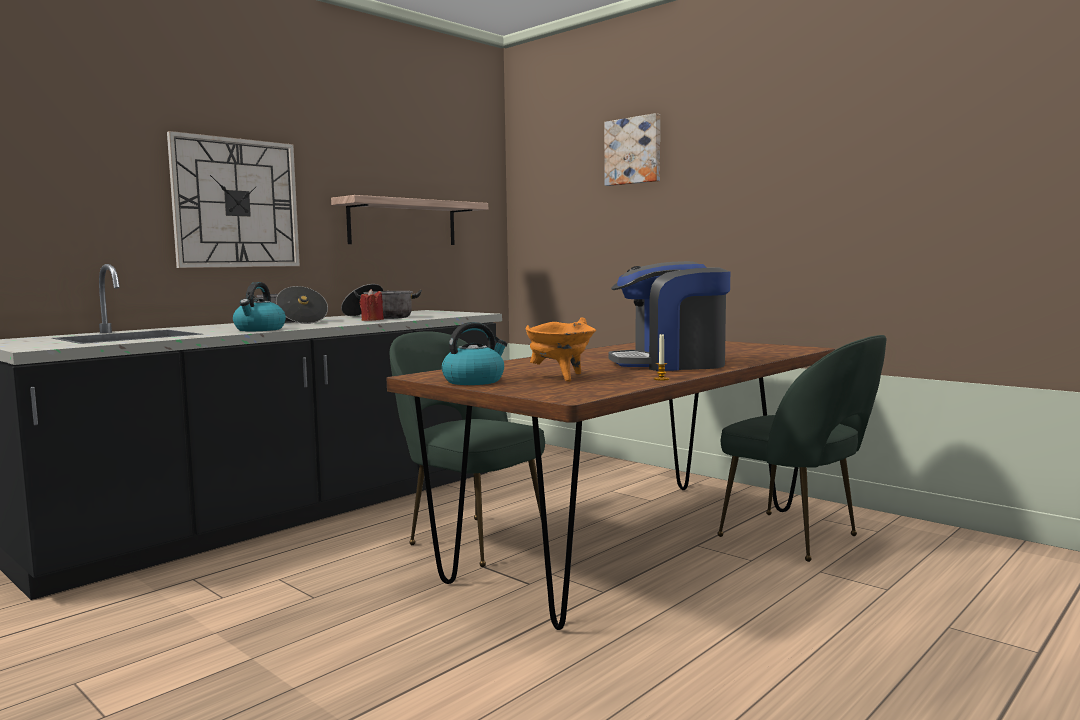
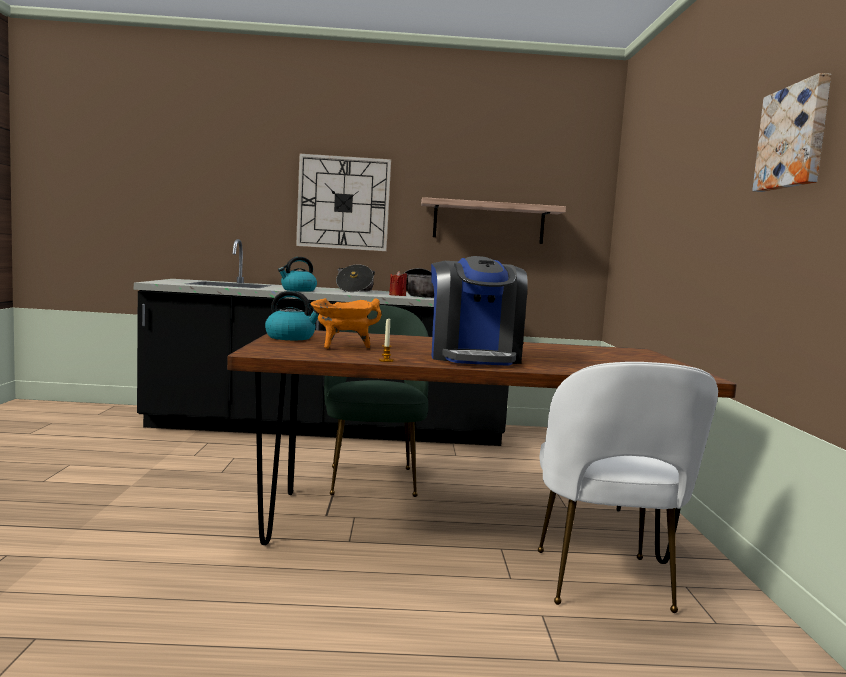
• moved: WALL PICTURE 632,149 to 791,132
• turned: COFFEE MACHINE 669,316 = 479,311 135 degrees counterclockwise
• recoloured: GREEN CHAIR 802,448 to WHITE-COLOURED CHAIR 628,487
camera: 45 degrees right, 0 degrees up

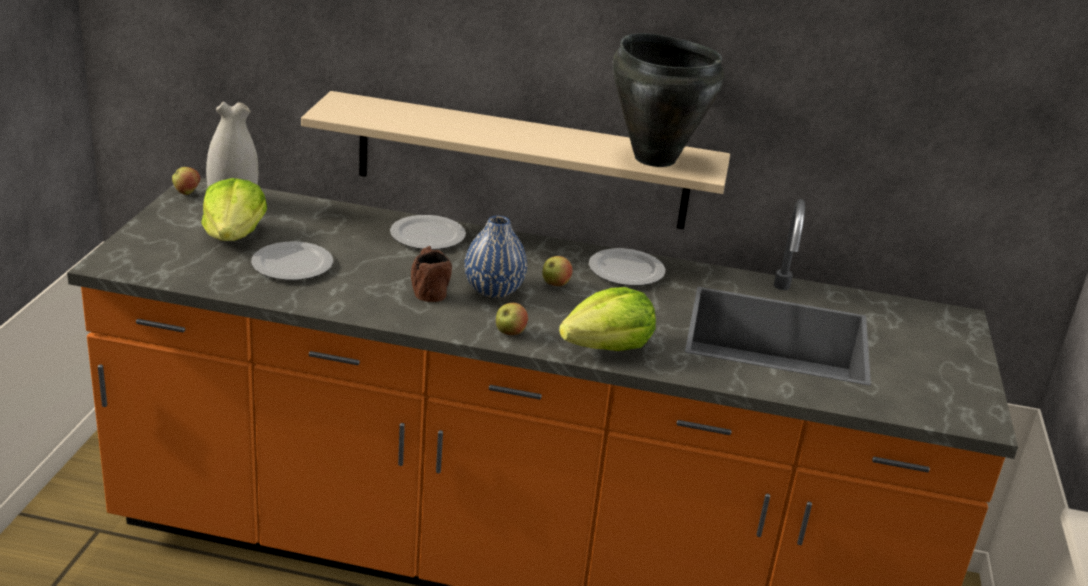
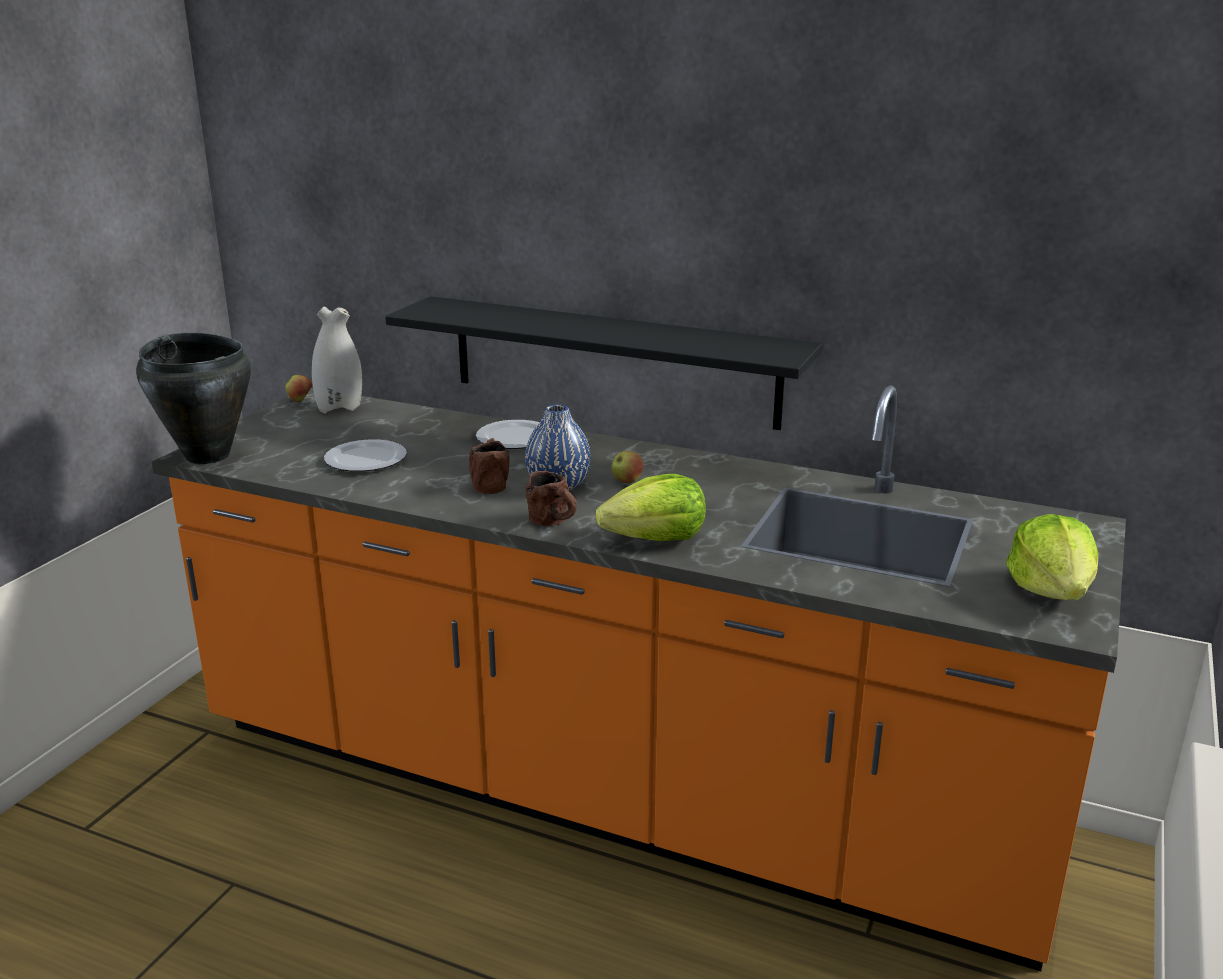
• moved: BLACKISH STOCKPOT 669,100 to 193,398
• recoloured: SAND-COLOURED WALL SHELF 515,160 to BLACKISH WALL SHELF 604,363
• moved: HEAD OF LETTUCE 234,209 to 1052,557
• removed: DINNER PLATE 627,267
• replaced: APPLE FRUIT 512,319 to BROWNISH TEA MUG 551,498
camera: 15 degrees right, 5 degrees down

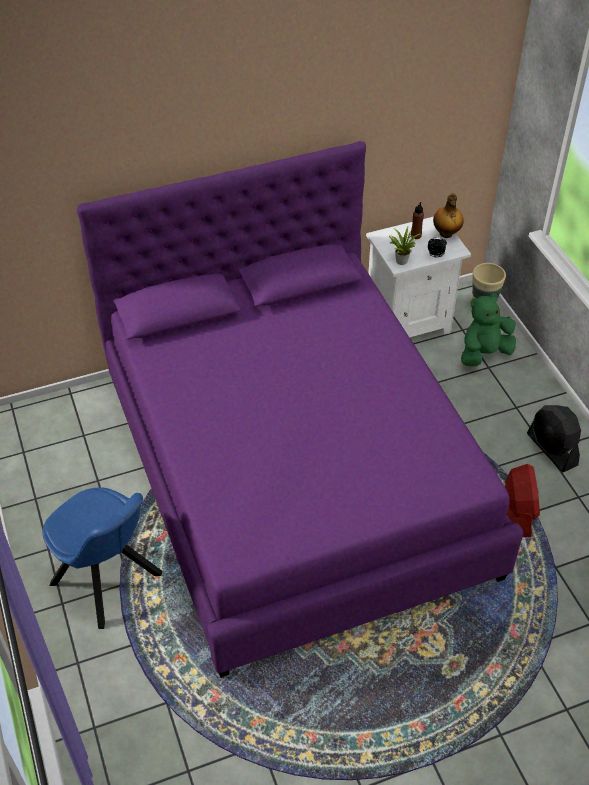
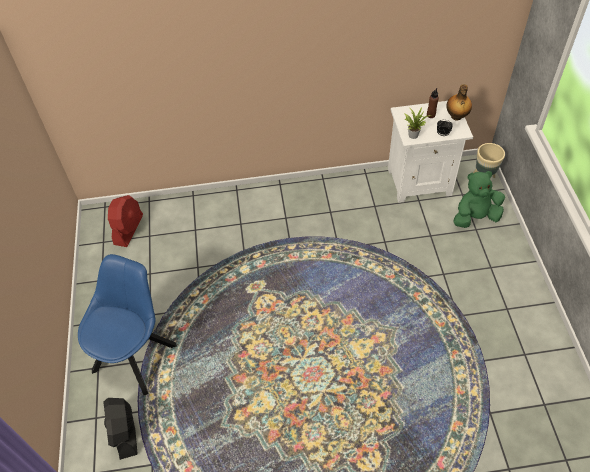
• removed: PURPLE BED 300,409
• moved: BLACKISH ELECTRIC FAN 554,438 to 120,429
• moved: RED-COLOURED ELECTRIC FAN 522,500 to 125,221
• turned: BLUISH CHAIR 102,558 = 127,324 120 degrees counterclockwise
camera: 15 degrees right, 5 degrees up

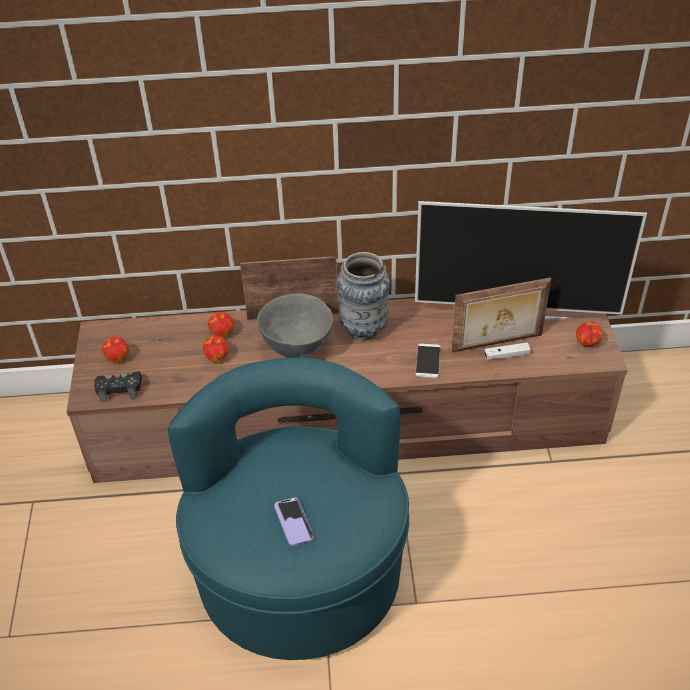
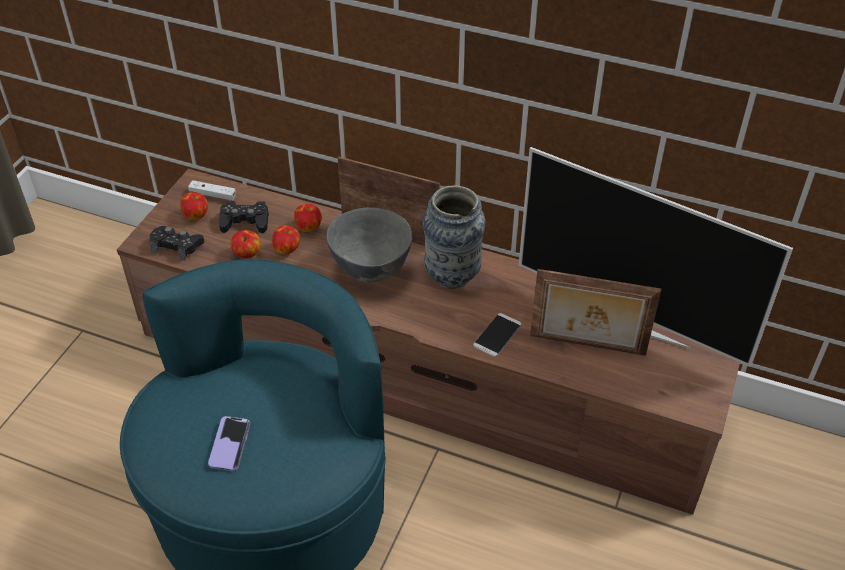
• moved: APPLE FRUIT 589,334 to 246,244
• moved: WHITE-COLOURED JOYPAD 507,351 to 212,190
• added: BLACKISH JOYPAD 244,217
camera: 25 degrees right, 0 degrees up

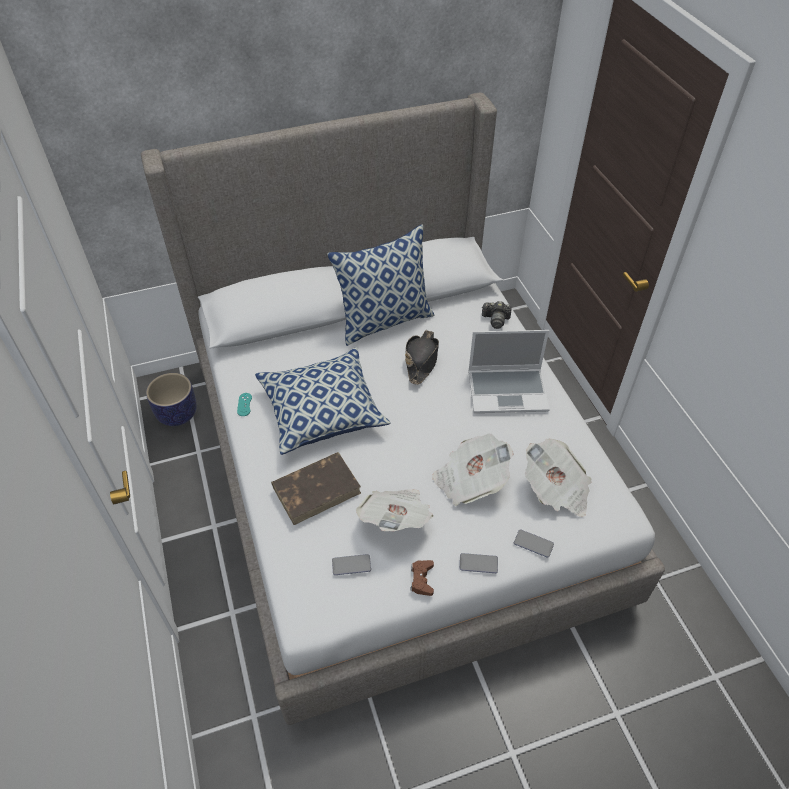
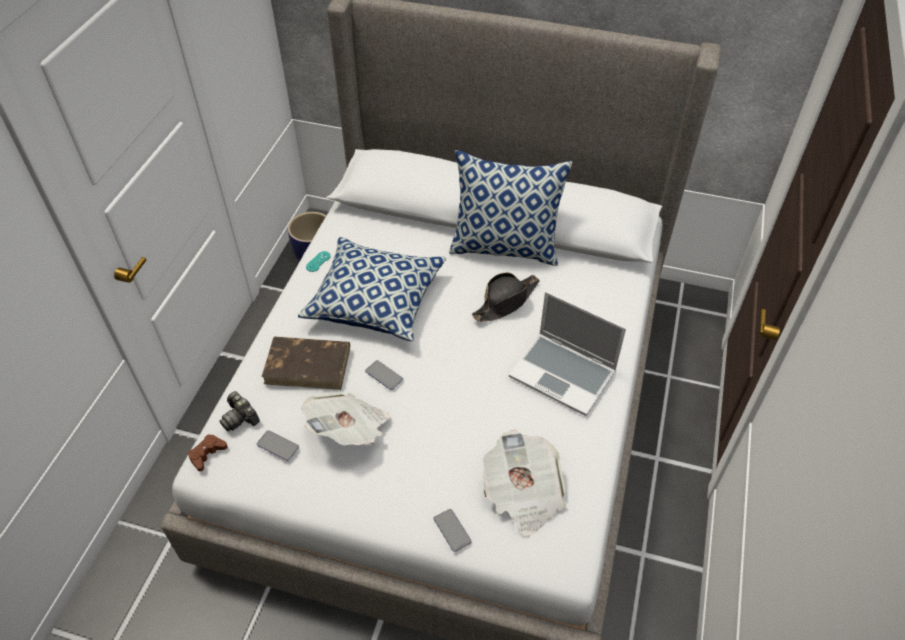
• moved: STILL CAMERA 497,315 to 239,411
• removed: PRINTED PAPER 473,469
• moved: PHONE 479,563 to 384,375
• moved: BROWNISH JOYPAD 422,578 to 208,452
camera: 35 degrees right, 0 degrees up

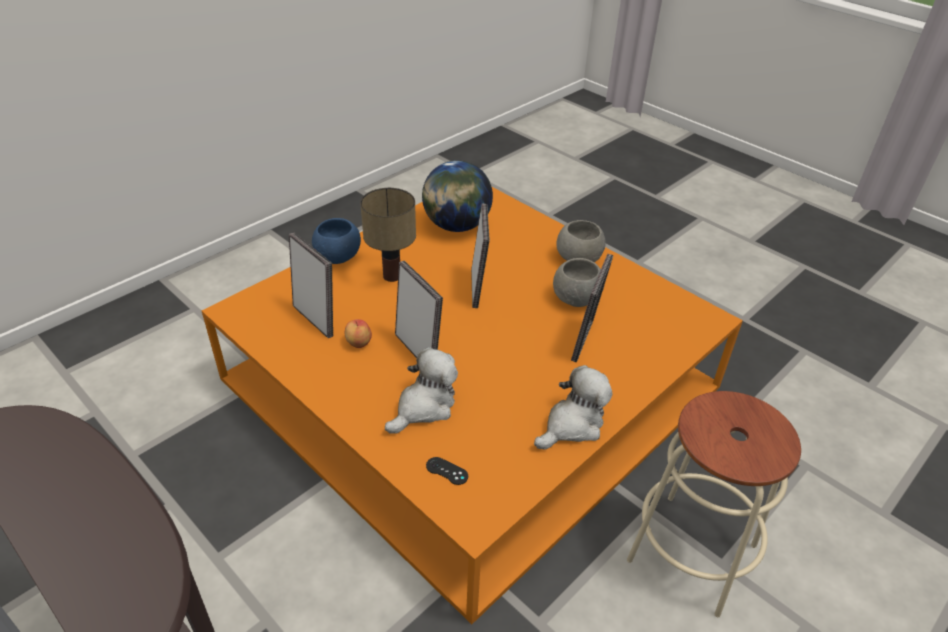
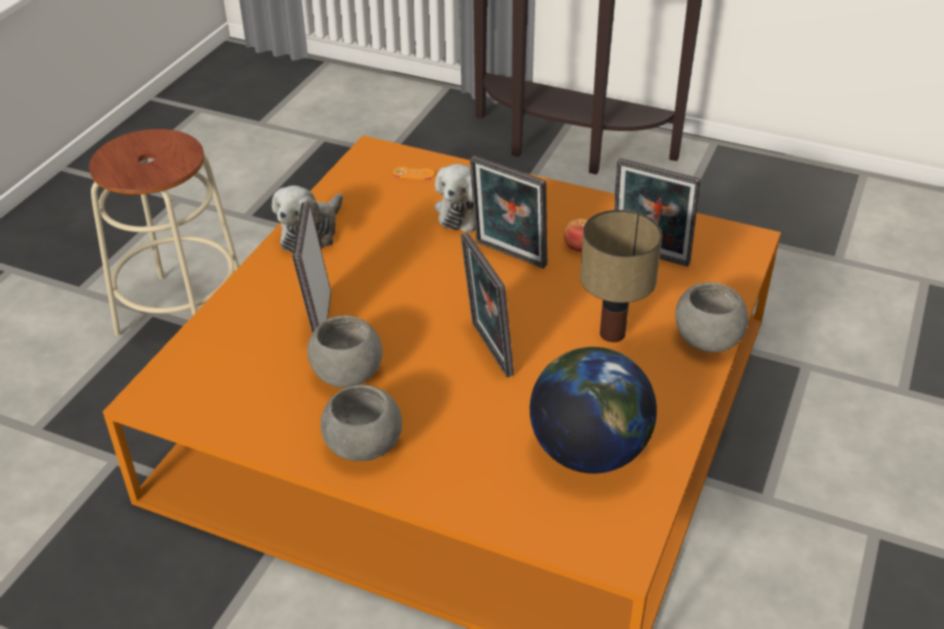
• recoloured: BLUISH DEEP DISH 336,241 to GREYISH DEEP DISH 712,317
• recoloured: BLACKISH JOYPAD 447,471 to ORANGE JOYPAD 414,173
camera: 160 degrees right, 0 degrees up

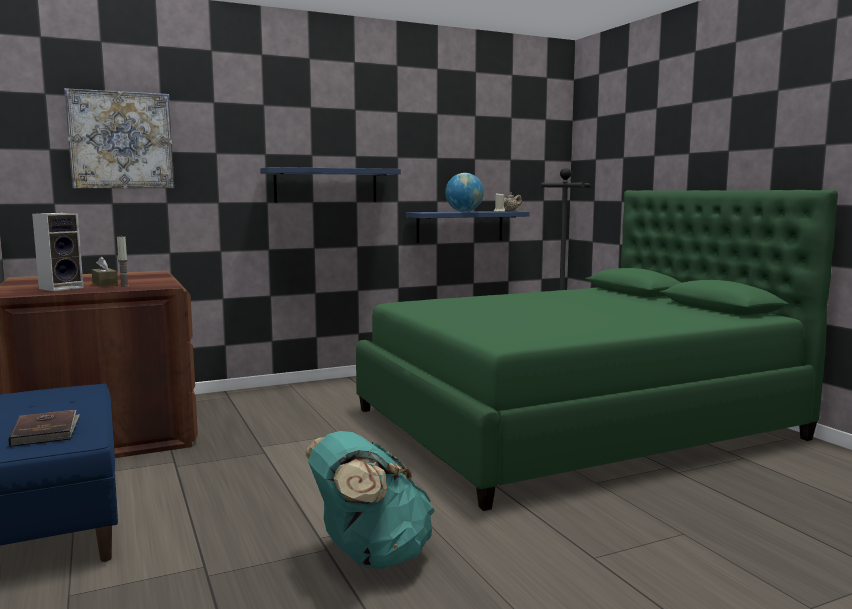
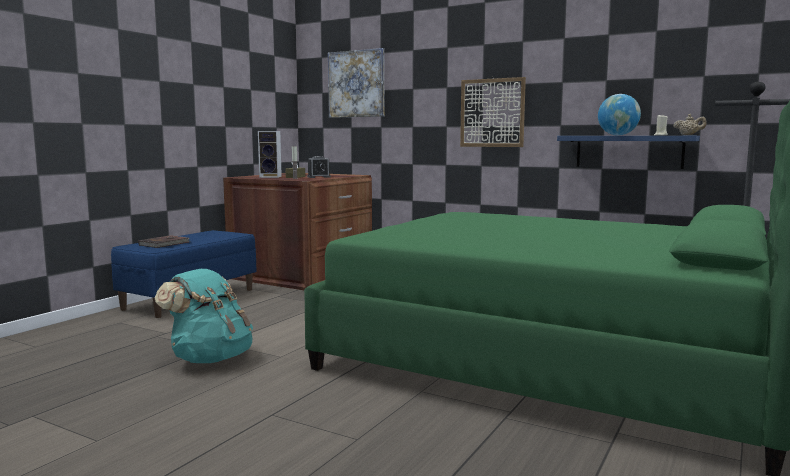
• replaced: BLUISH WALL SHELF 330,185 to WALL PICTURE 493,111
• added: ALARM CLOCK 319,167
camera: 55 degrees right, 0 degrees up

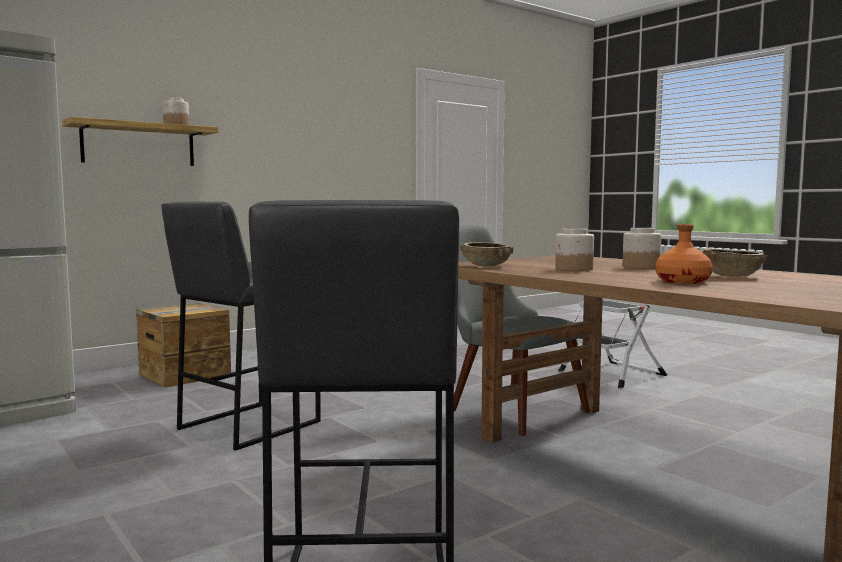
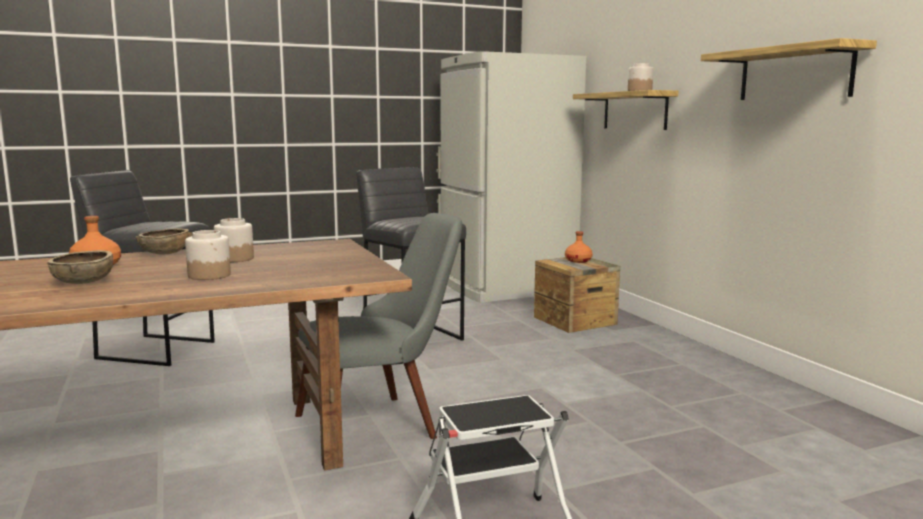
• moved: BROWNISH DEEP DISH 486,254 to 164,242
• added: WALL SHELF 789,69
• added: ORANGE BEVERAGE BOTTLE 579,247
camera: 105 degrees right, 5 degrees up

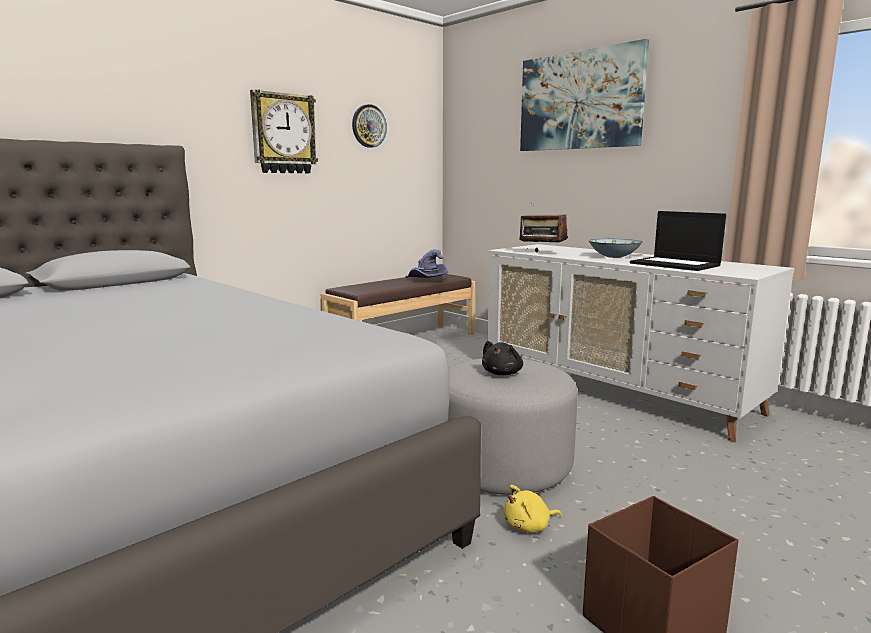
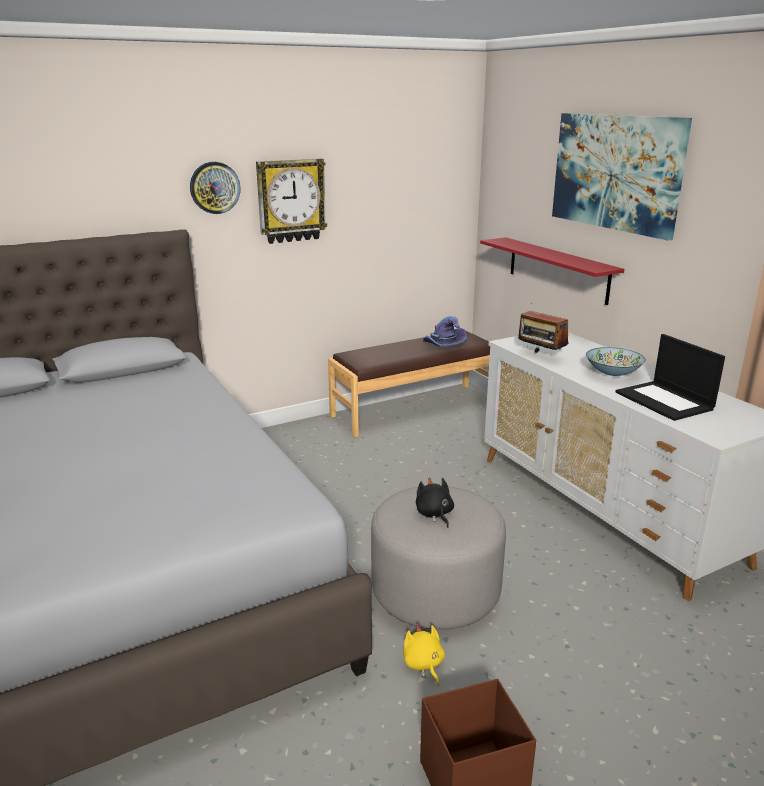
• moved: WALL CLOCK 369,126 to 215,188
• turned: BLACKISH PLUSH TOY 502,358 = 435,503 120 degrees clockwise
• turned: YELLOW-COLOURED PLUSH TOY 533,509 = 424,655 75 degrees clockwise
• added: RED-COLOURED WALL SHELF 552,271
camera: 15 degrees right, 10 degrees up

